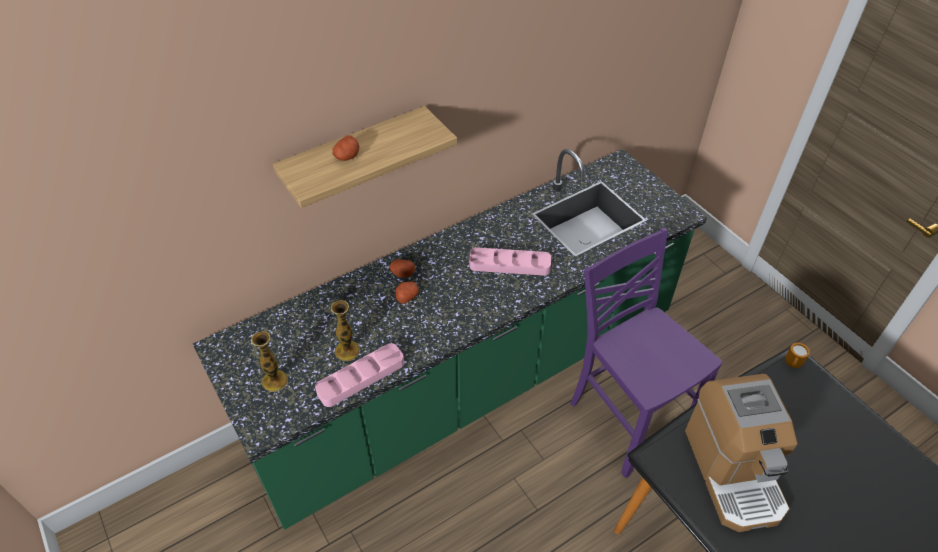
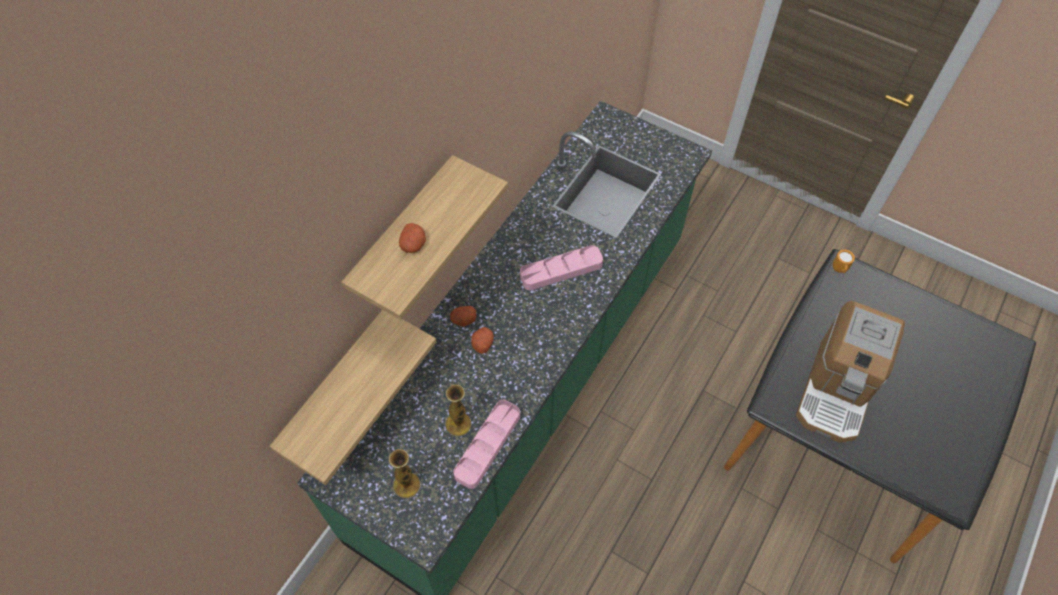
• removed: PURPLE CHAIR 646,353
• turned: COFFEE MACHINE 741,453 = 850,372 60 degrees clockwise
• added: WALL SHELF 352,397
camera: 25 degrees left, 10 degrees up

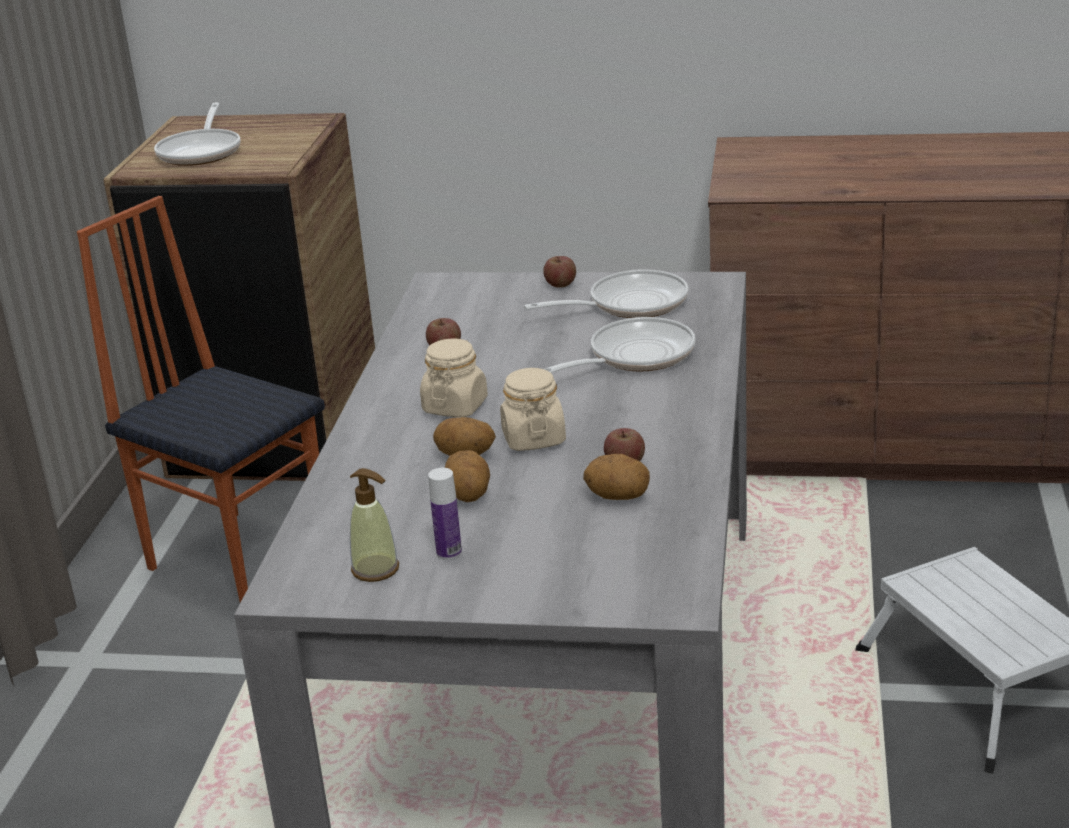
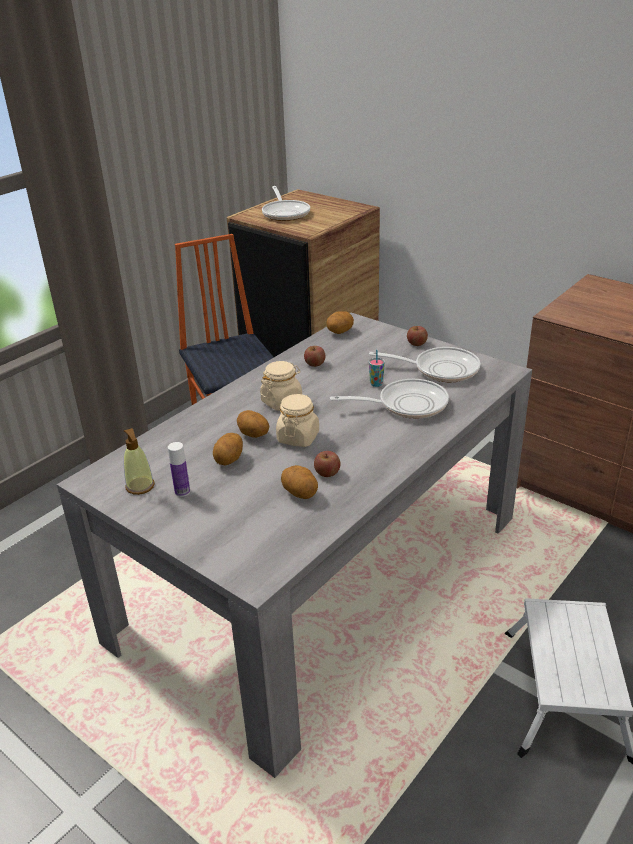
• turned: SKILLET 197,134 = 286,203 45 degrees counterclockwise
• added: SPUD 340,322
• added: CUP 377,368
camera: 30 degrees right, 5 degrees up

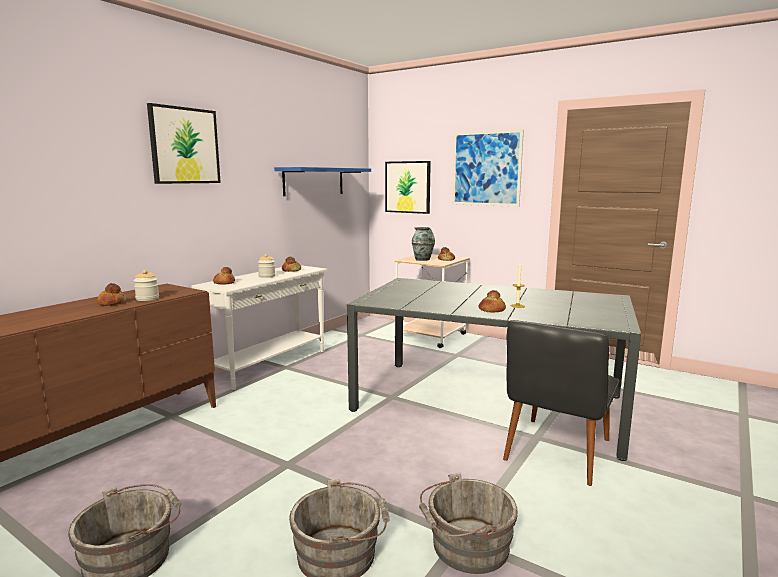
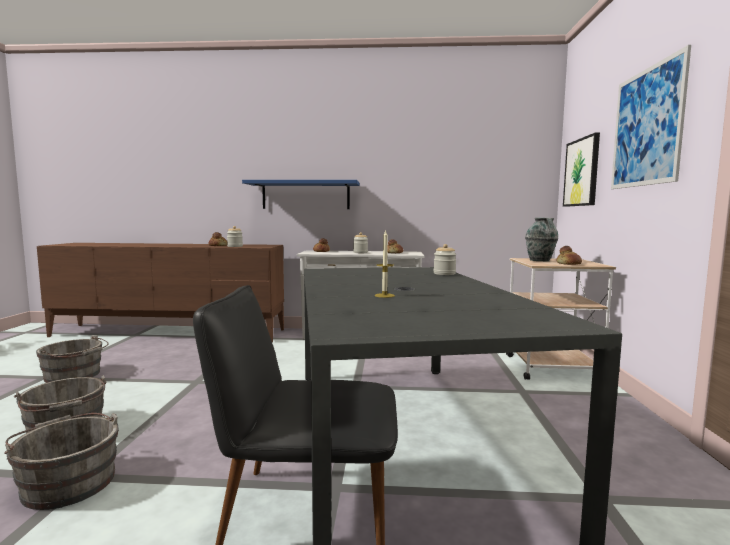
• removed: WALL PICTURE 184,143
• moved: BLUISH WALL SHELF 322,181 to 301,194
• removed: BAKERY BREAD 492,301
• added: JAR 445,259
camera: 60 degrees right, 5 degrees down

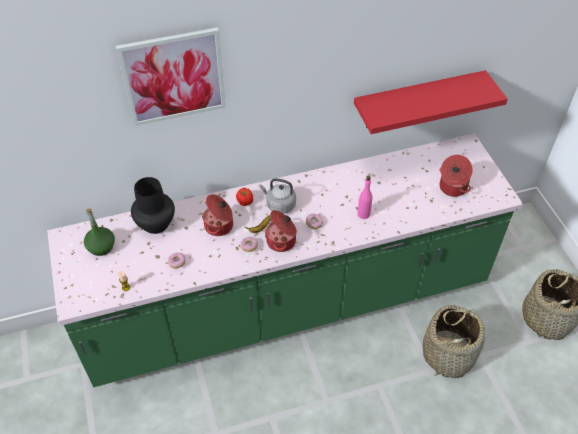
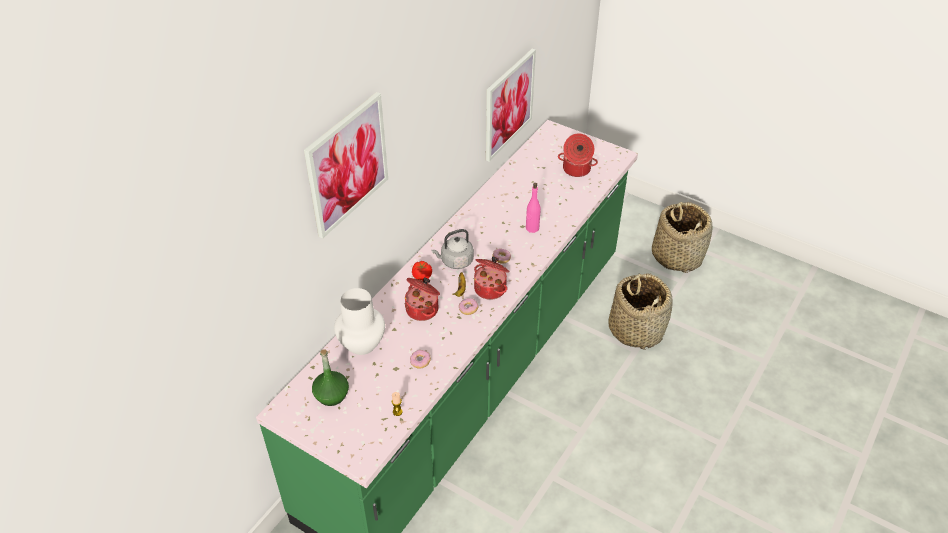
• replaced: RED-COLOURED WALL SHELF 431,102 to WALL PICTURE 511,105
• recoloured: BLACKISH DECORATIVE VASE 153,205 to WHITE-COLOURED DECORATIVE VASE 359,321
camera: 40 degrees left, 5 degrees down

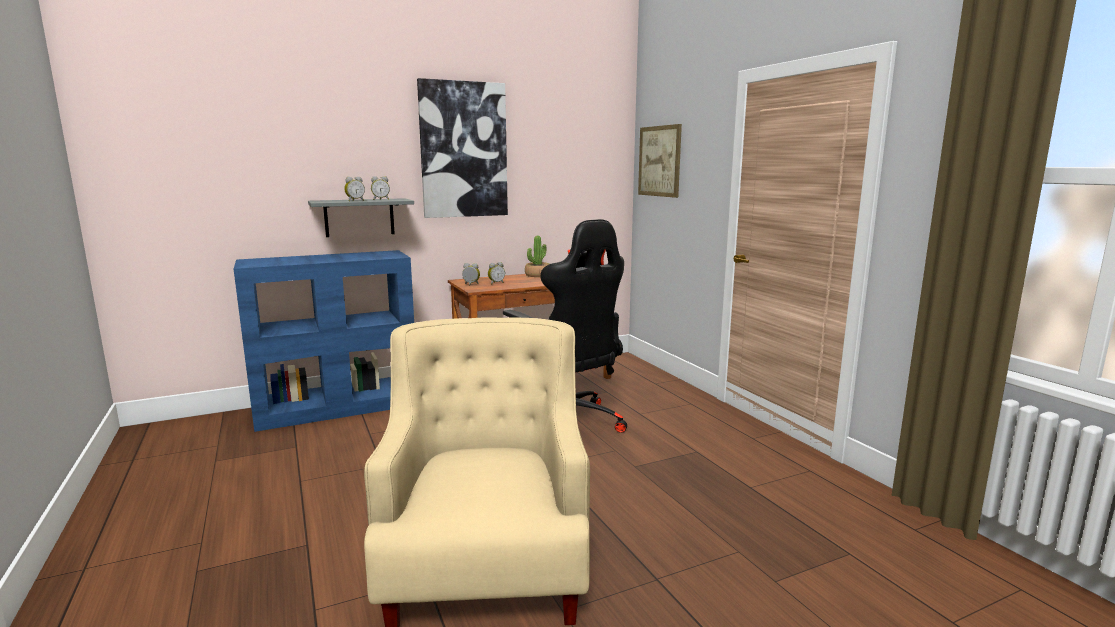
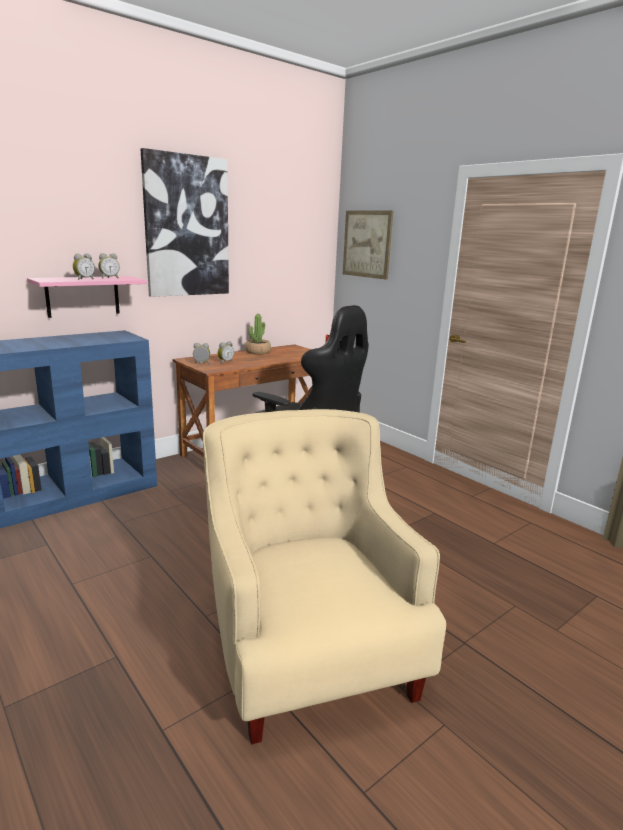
• recoloured: GREYISH WALL SHELF 361,217 to PINK-COLOURED WALL SHELF 87,297
camera: 15 degrees left, 5 degrees up

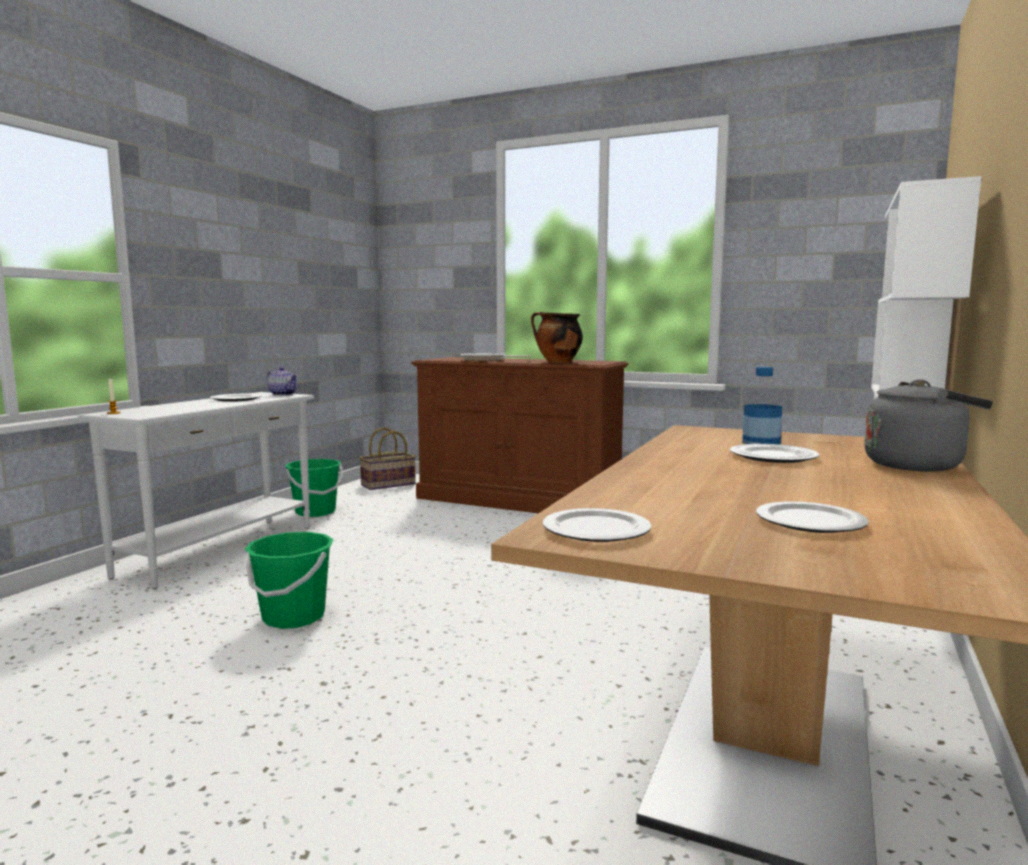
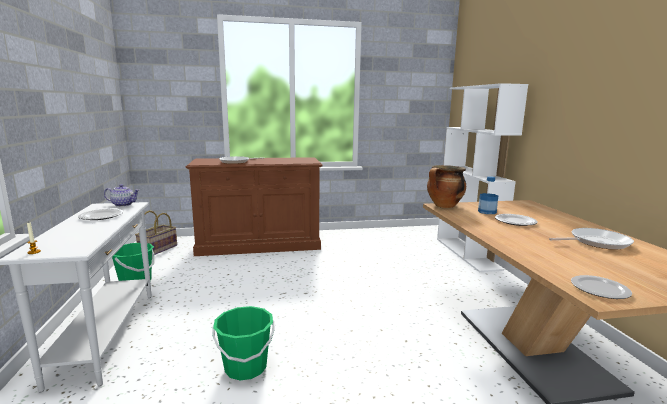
• moved: STOCKPOT 557,337 to 446,186
• removed: GREYISH TEA KETTLE 928,425
• removed: DINNER PLATE 812,517
• added: SKILLET 591,239
camera: 35 degrees left, 5 degrees up

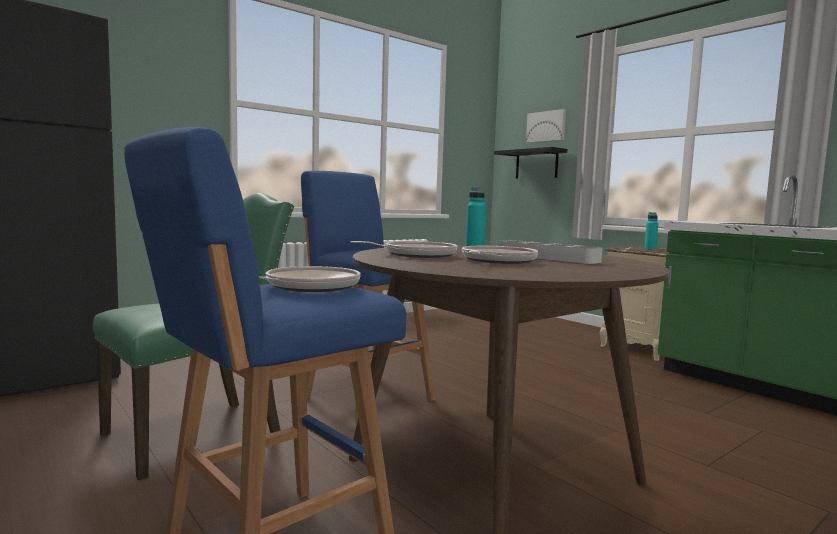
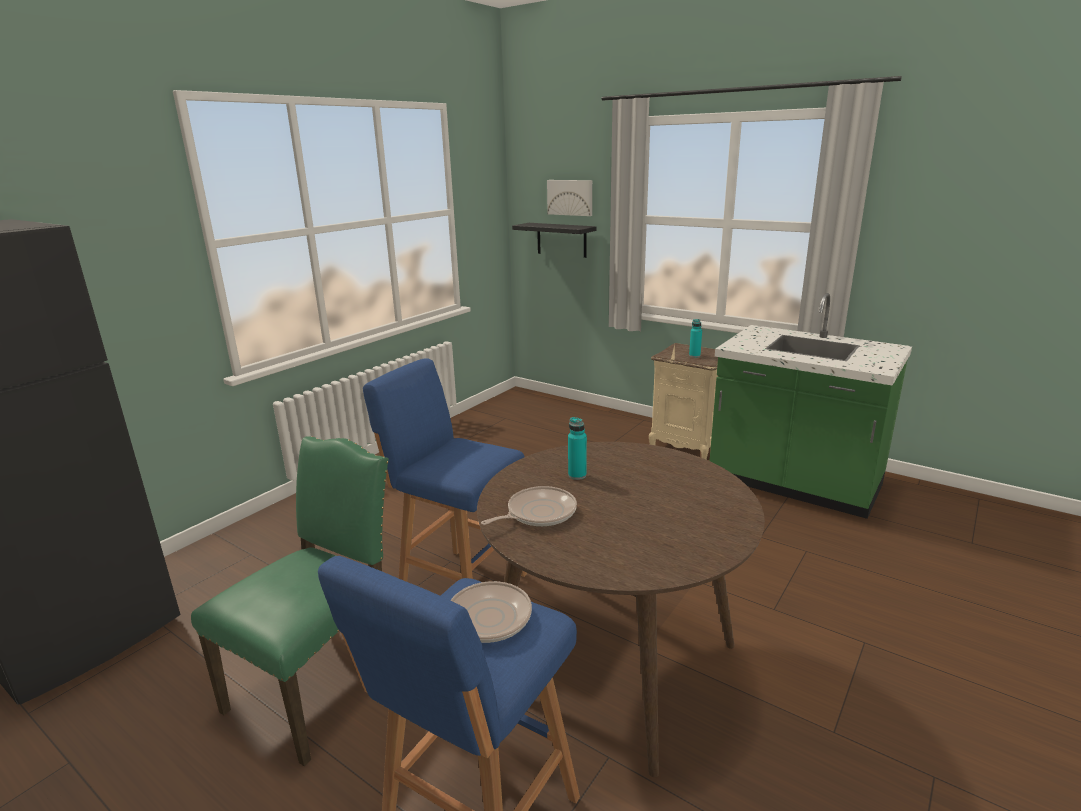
• removed: GREYISH CARRYING TRAY 551,252
• removed: SKILLET 500,255
camera: 15 degrees left, 15 degrees up

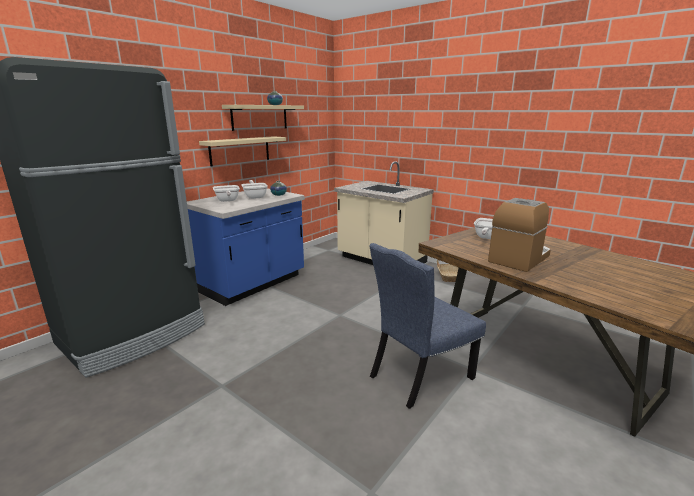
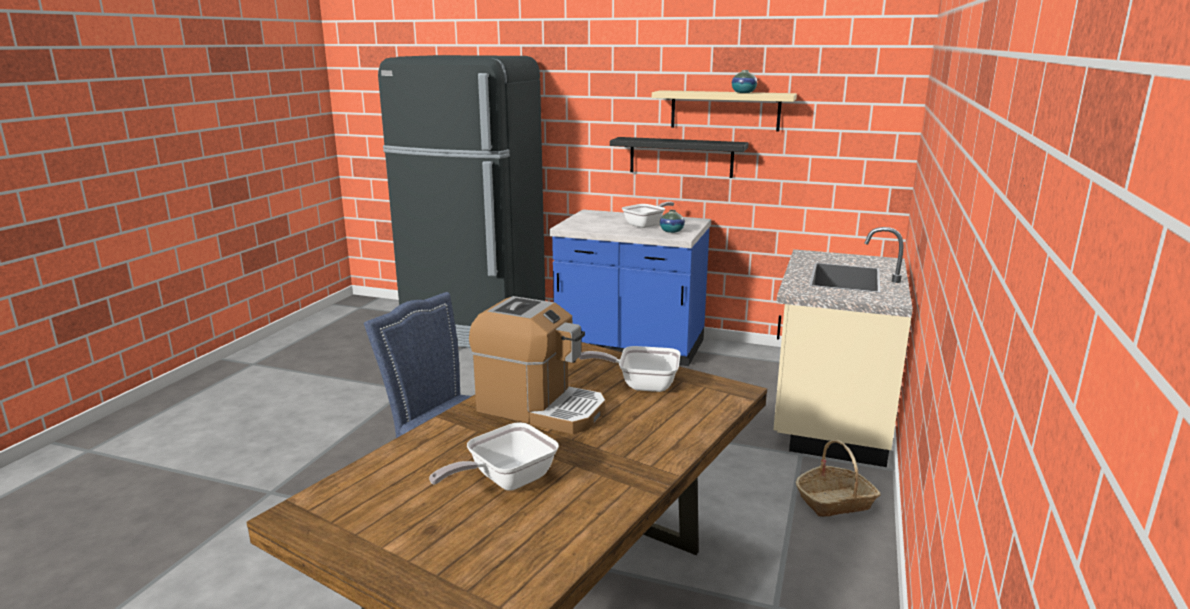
• recoloured: SAND-COLOURED WALL SHELF 242,151 to BLACKISH WALL SHELF 679,157
• moved: SKILLET 226,193 to 494,456
camera: 70 degrees right, 0 degrees up

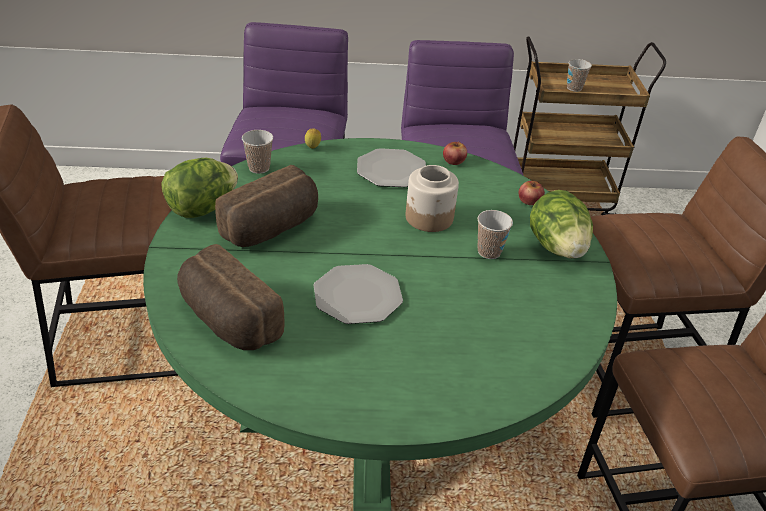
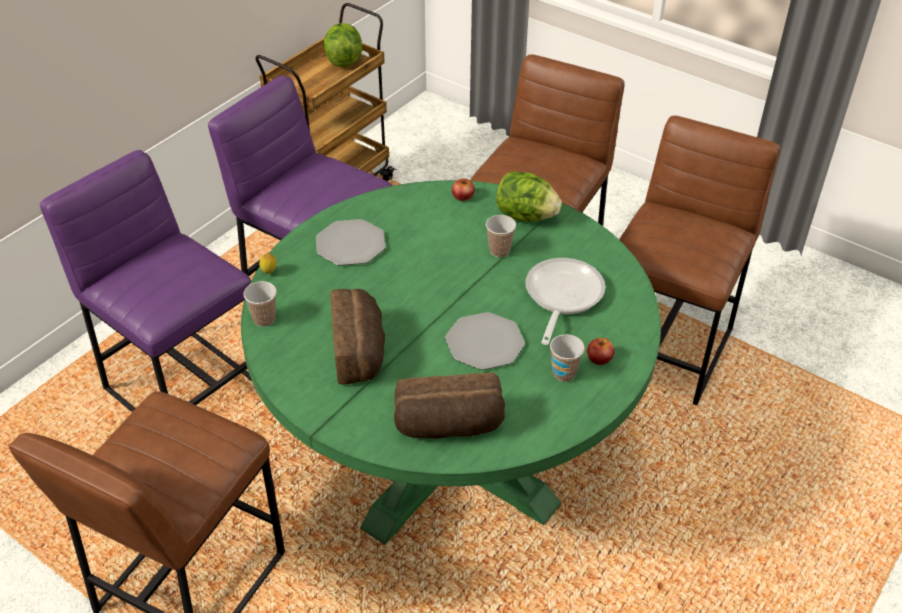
• moved: CUP 579,75 to 567,358
• moved: APPLE FRUIT 455,153 to 600,351
• moved: HEAD OF LETTUCE 200,188 to 343,45
• removed: JAR 432,198
• added: SKILLET 565,301
camera: 50 degrees left, 5 degrees up

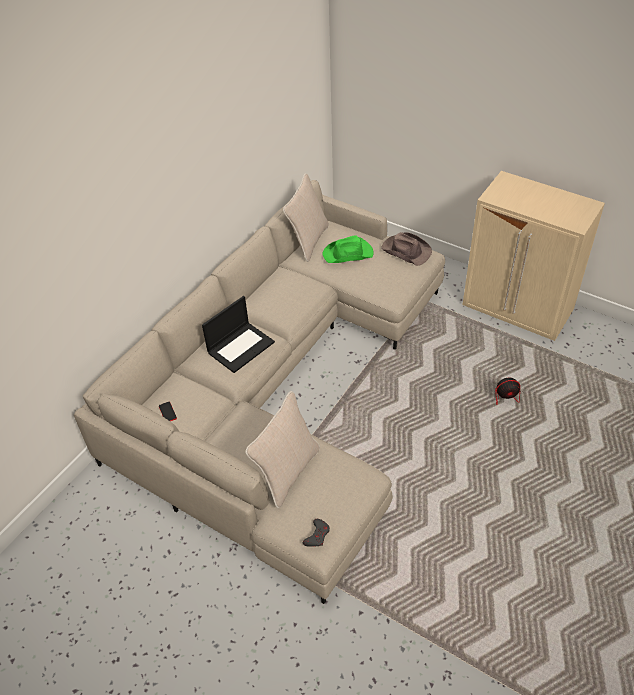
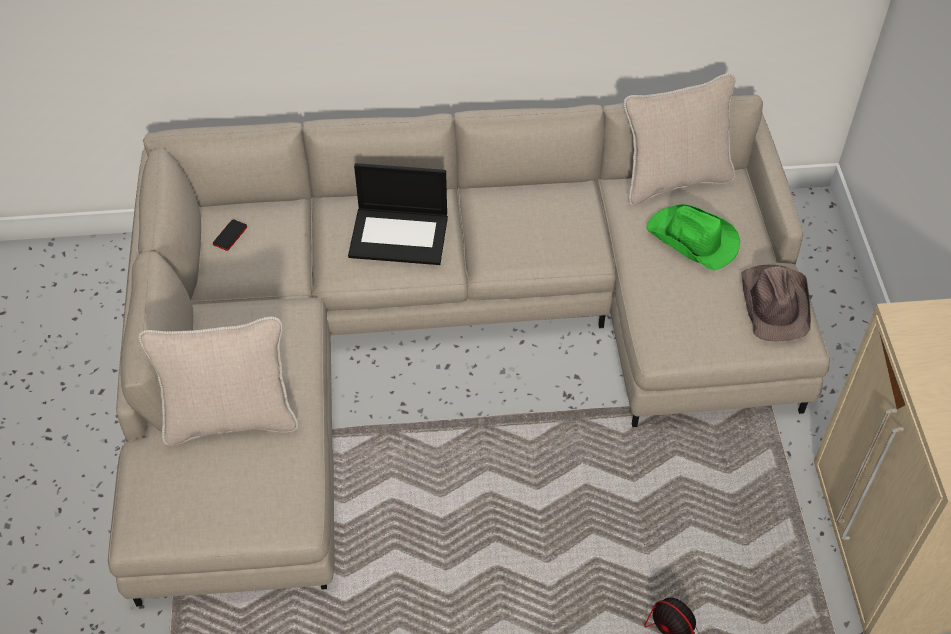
• removed: GREYISH JOYPAD 316,533
camera: 50 degrees right, 5 degrees up

